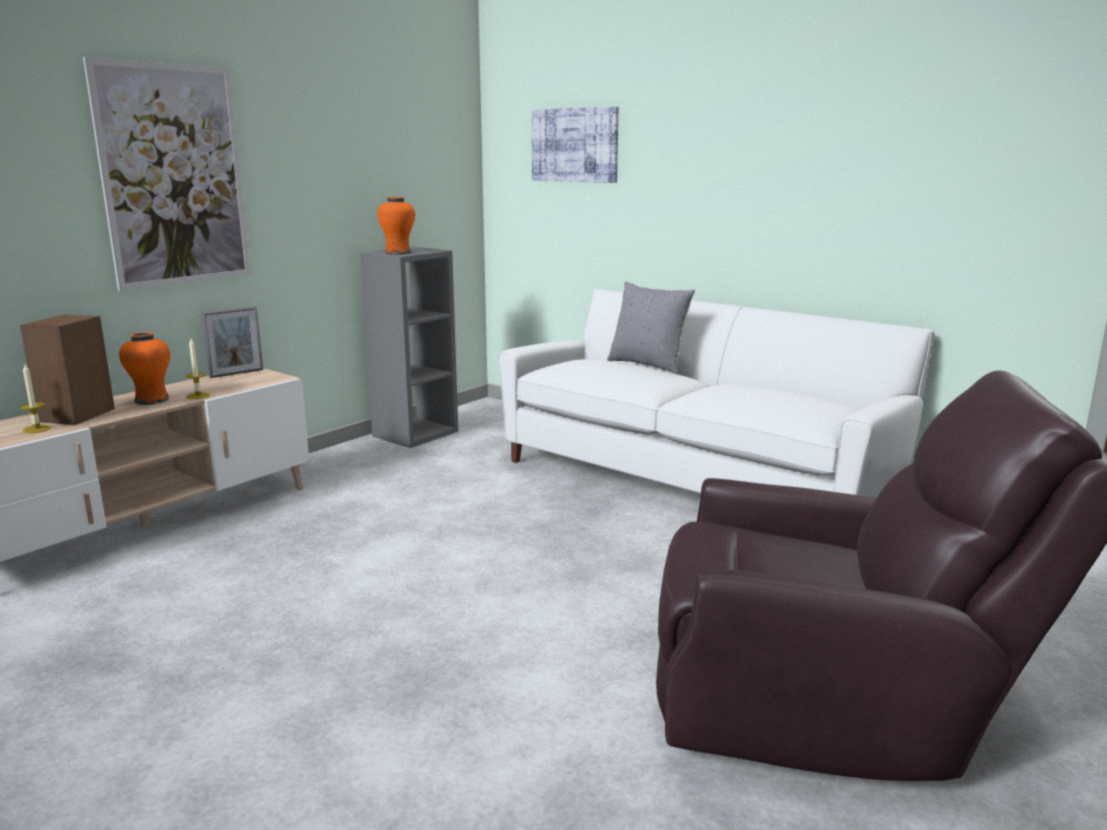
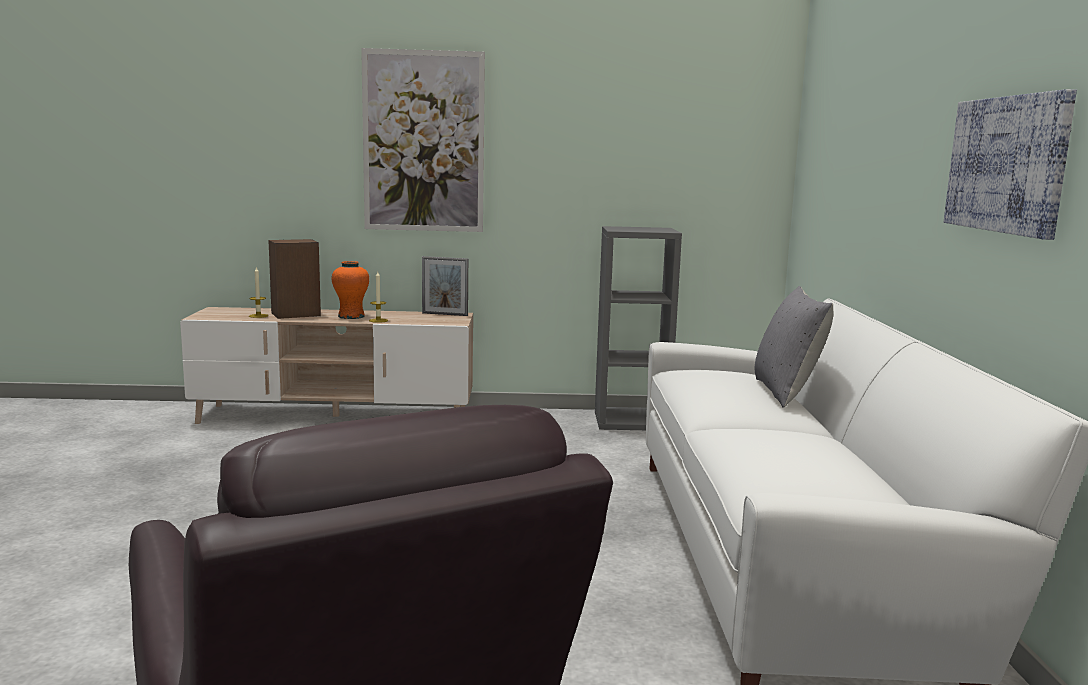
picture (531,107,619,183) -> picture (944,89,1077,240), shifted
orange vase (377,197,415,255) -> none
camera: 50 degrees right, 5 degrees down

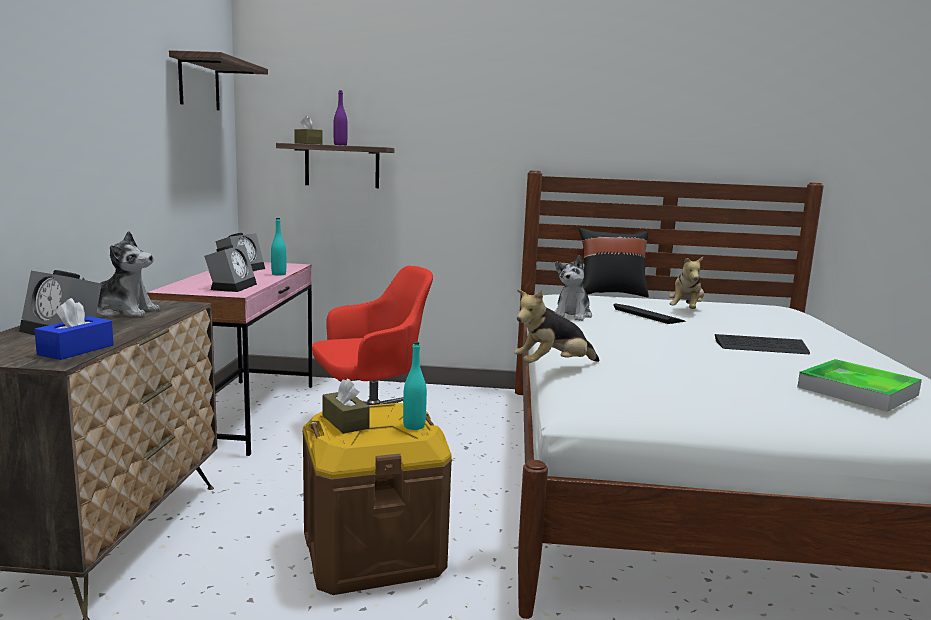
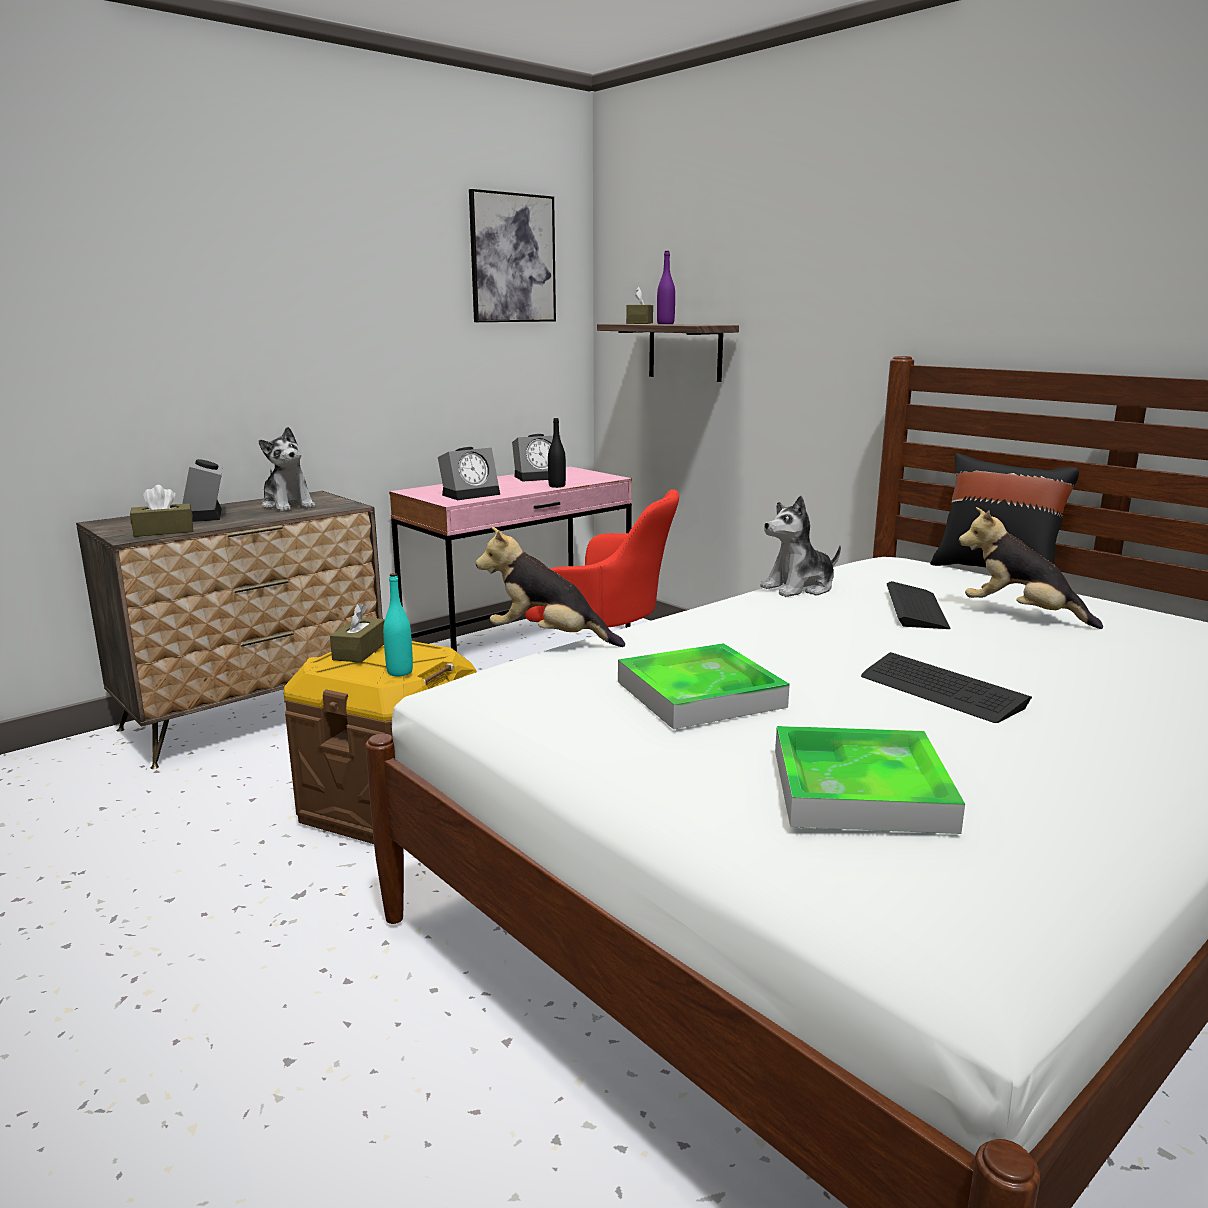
shelf (169,50,268,110) -> picture (469,189,556,322)
turquoise bottle (271,218,286,276) -> black bottle (548,418,566,488)
plush toy (669,257,704,309) -> plush toy (959,507,1103,629), 60 degrees clockwise
blue tissue box (34,298,114,360) -> brown tissue box (130,485,193,537)
none -> tray (618,643,790,729)
camera: 45 degrees right, 5 degrees up

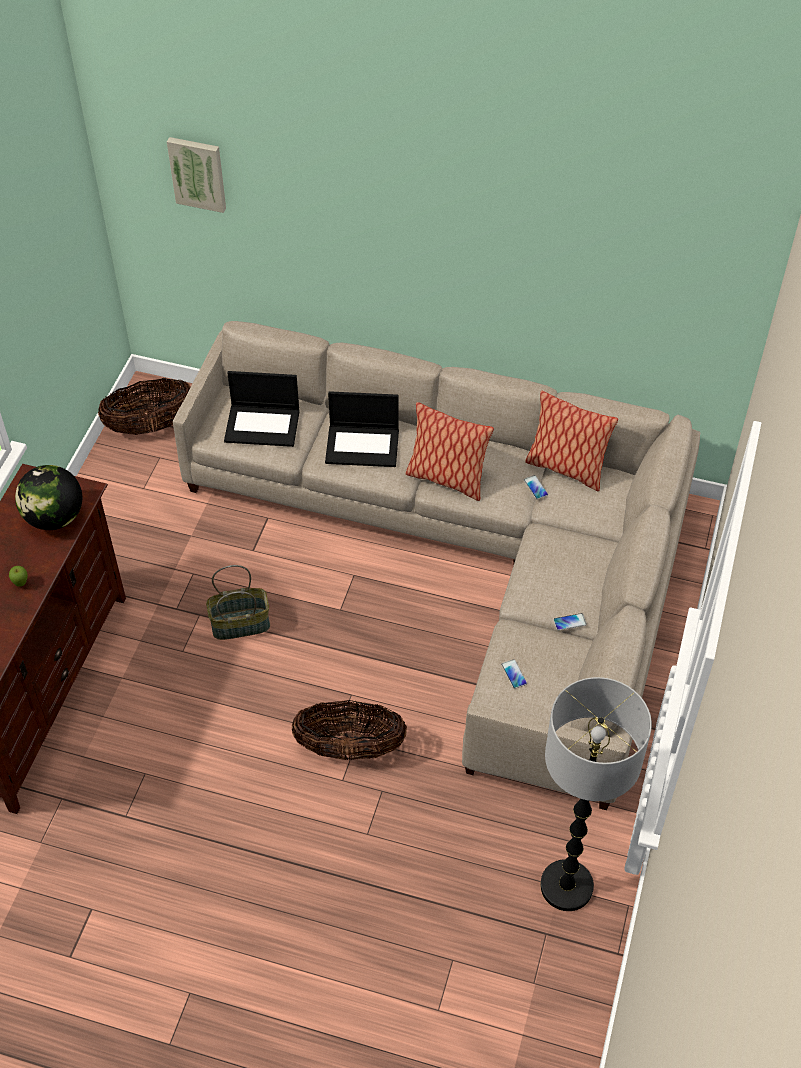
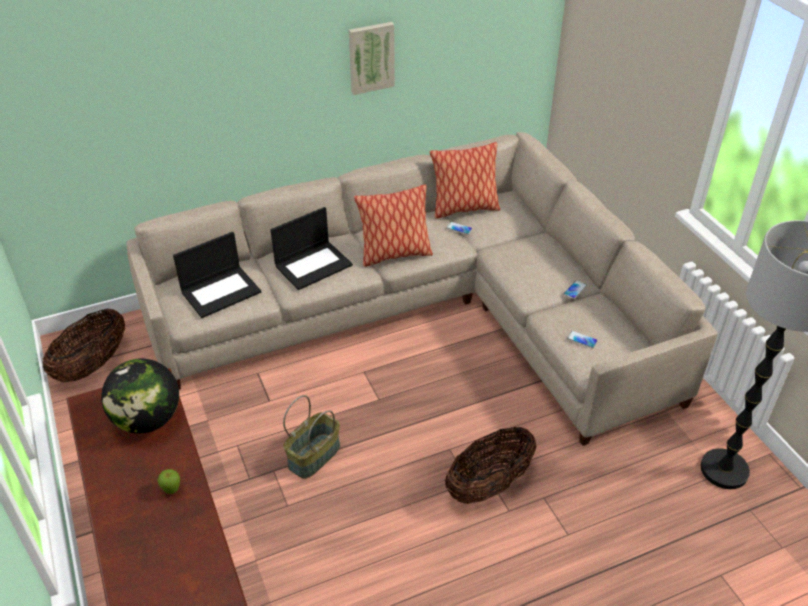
picture (167,137,226,213) -> picture (349,22,395,95), shifted
camera: 40 degrees left, 10 degrees down

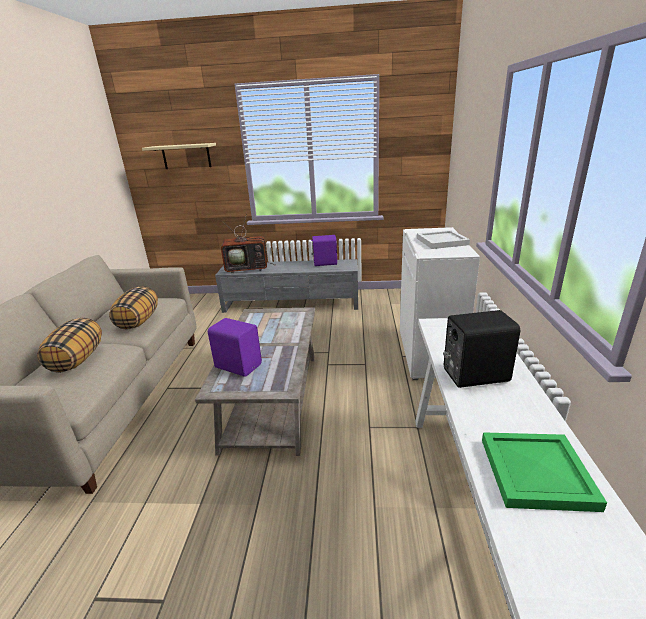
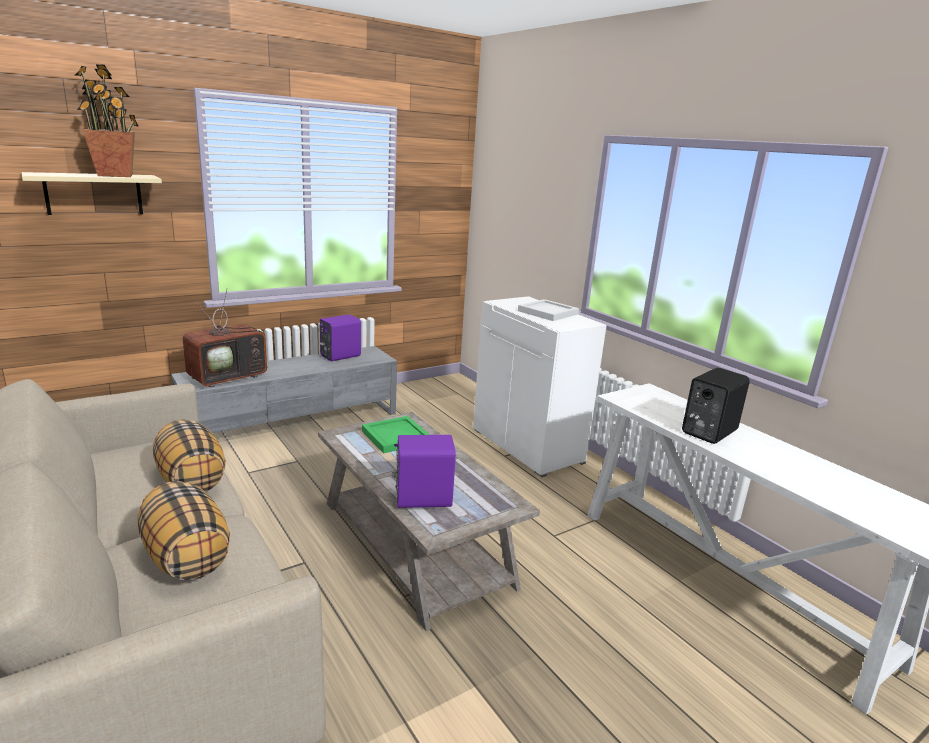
green tray (482,432,607,512) -> green tray (362,416,430,453), shifted
none -> potted plant (75,65,139,177)
camera: 40 degrees left, 5 degrees down

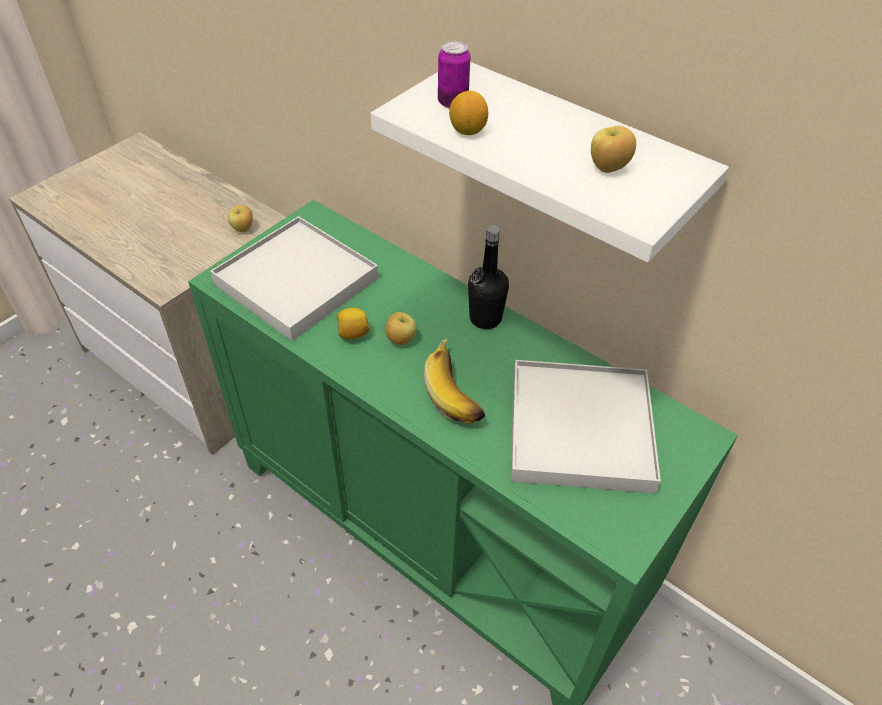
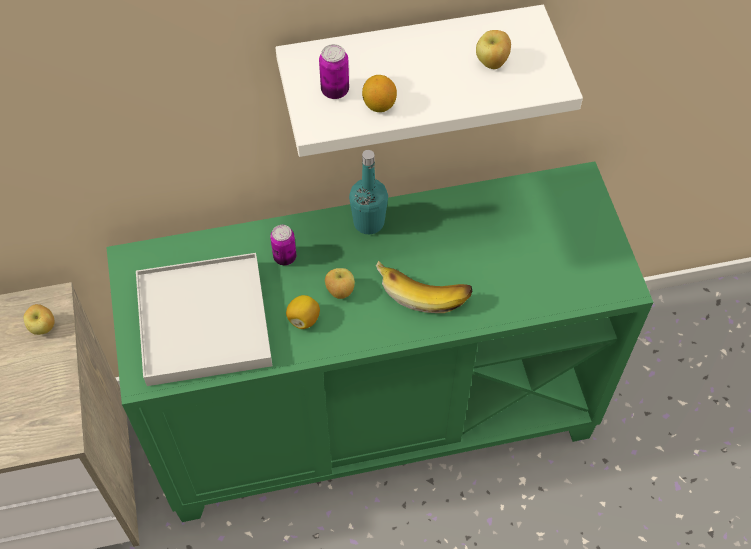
black bottle (468,225,509,329) -> turquoise bottle (349,150,388,234)
white tray (511,360,661,493) -> none
none -> can (270,225,297,265)
camera: 50 degrees left, 10 degrees up

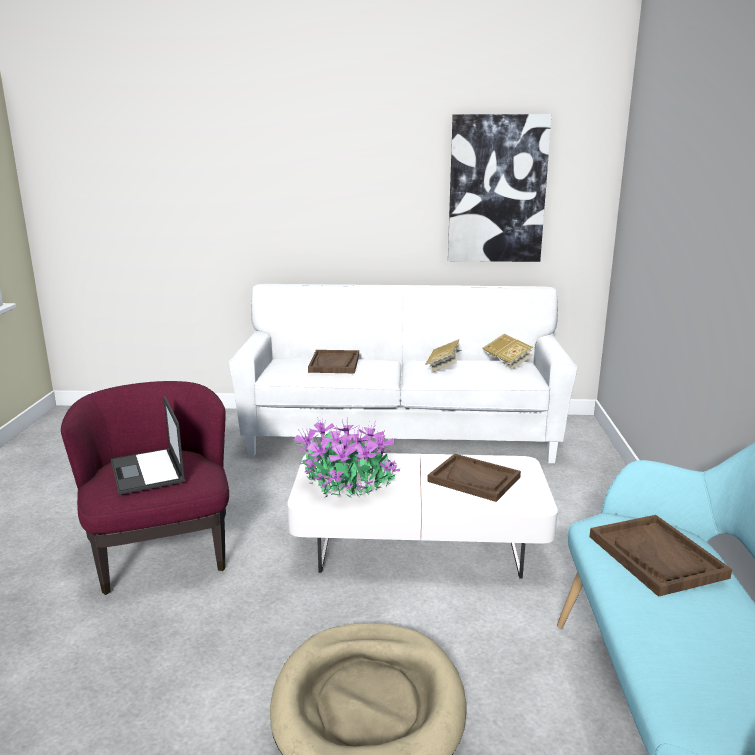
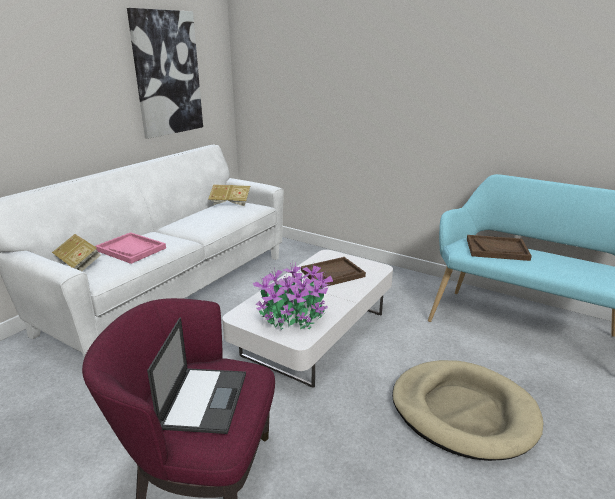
book (425,339,462,373) -> book (52,234,101,271), shifted
brown tray (308,350,359,373) -> pink tray (95,232,166,264)
laptop (111,396,185,495) -> laptop (147,317,246,434), 90 degrees counterclockwise
camera: 60 degrees left, 5 degrees up

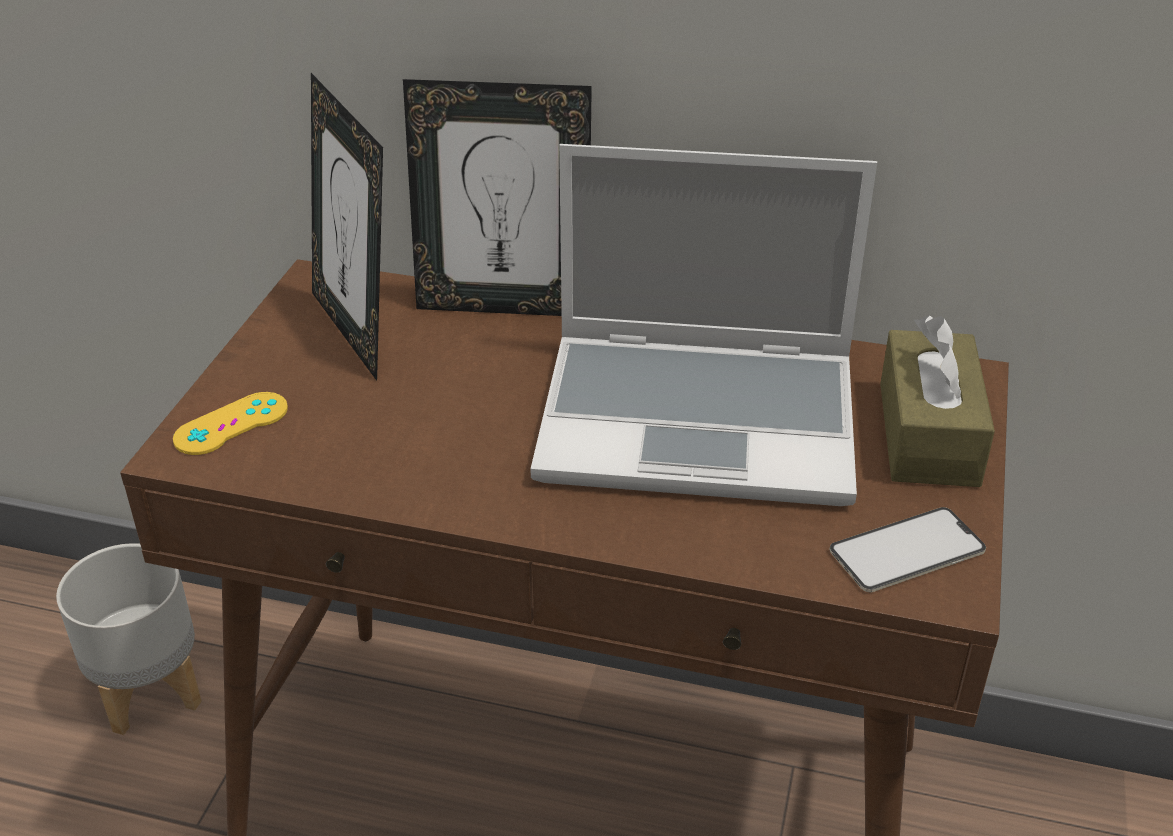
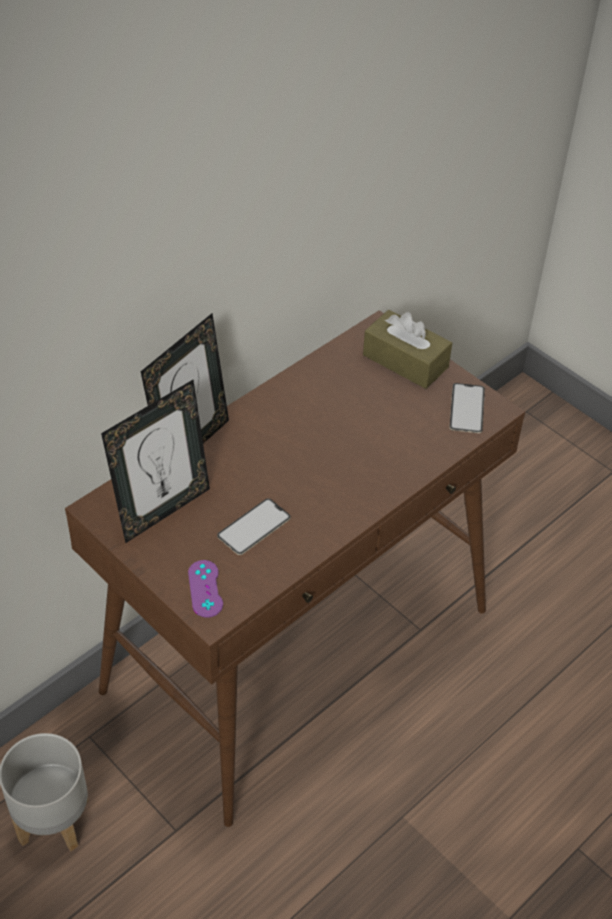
picture frame (311,73,383,381) -> picture frame (101,380,210,543), 45 degrees counterclockwise
laptop (531,144,877,506) -> none
yellow game controller (173,392,288,455) -> purple game controller (188,560,223,618)
none -> phone (217,498,291,555)
camera: 60 degrees left, 10 degrees up

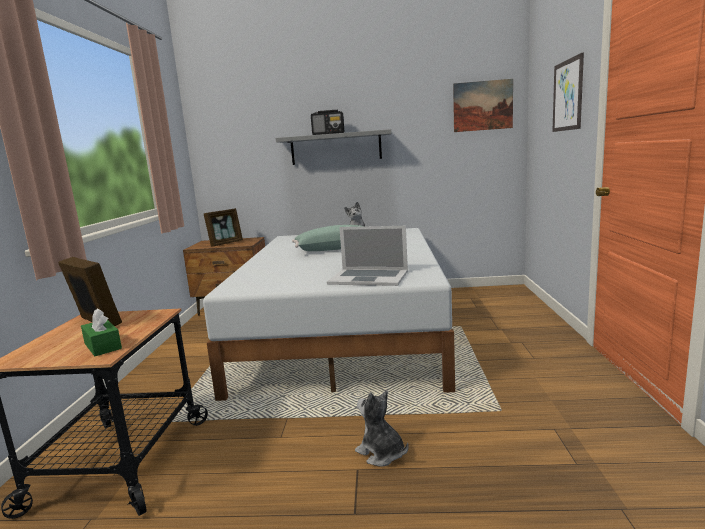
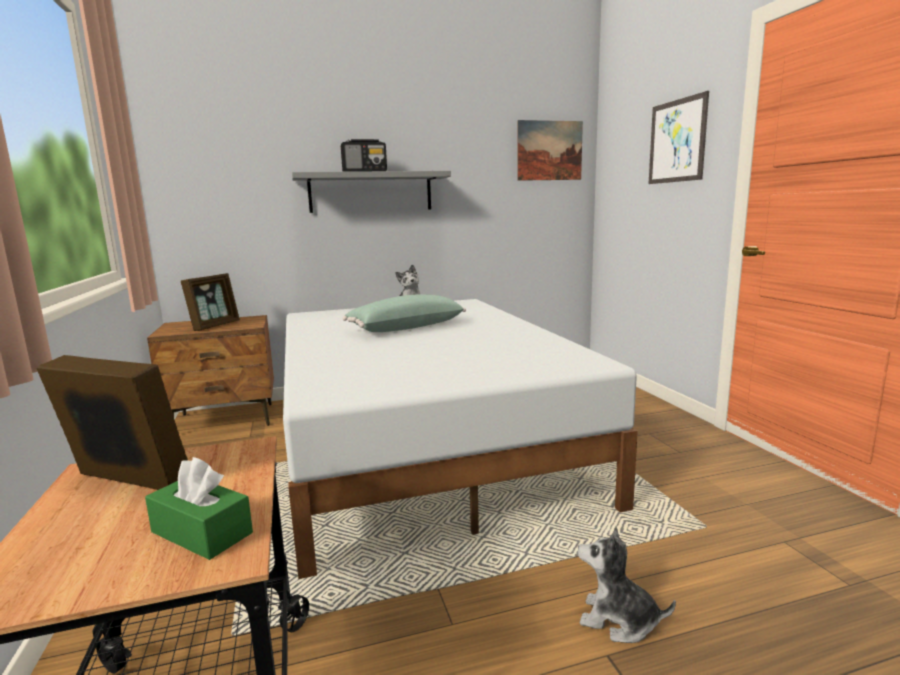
laptop (327,226,408,286) -> none
camera: 20 degrees left, 0 degrees up

